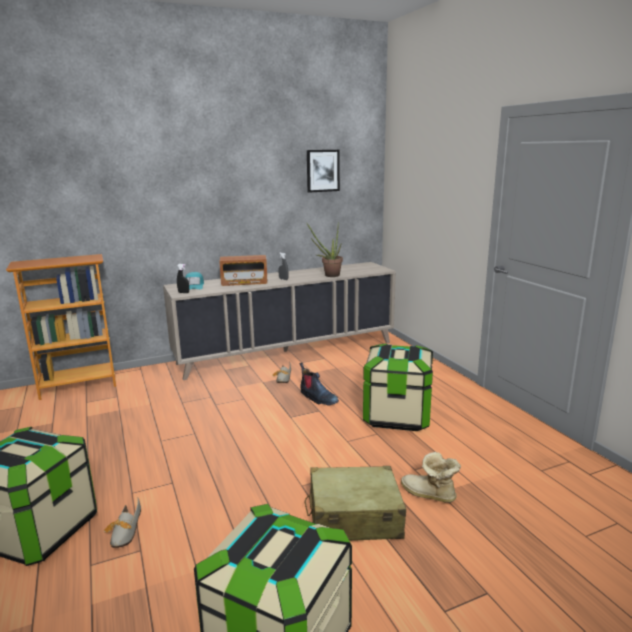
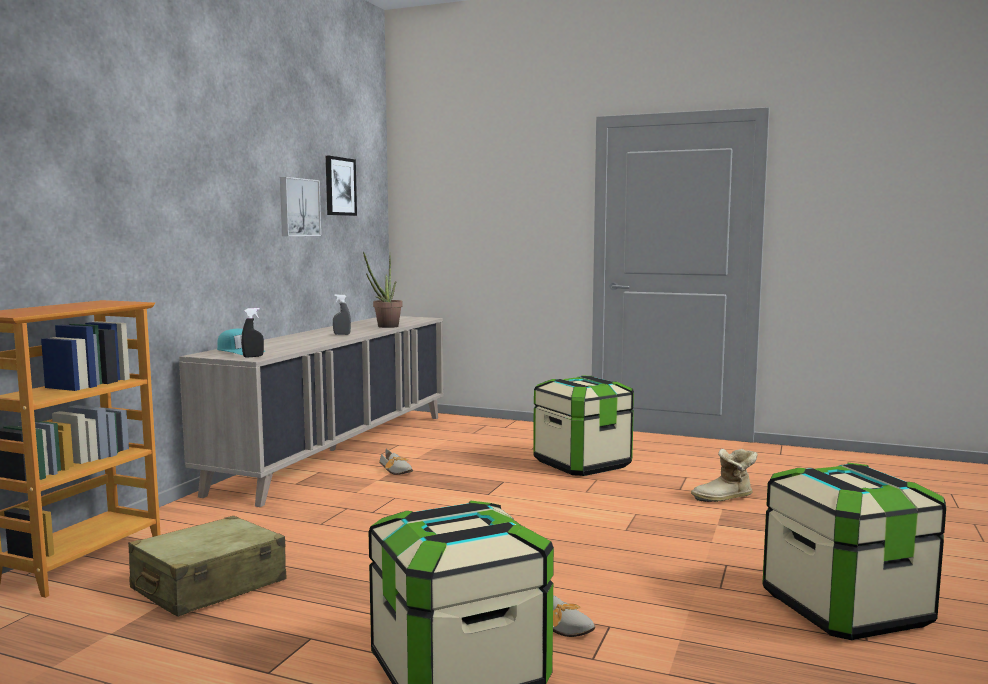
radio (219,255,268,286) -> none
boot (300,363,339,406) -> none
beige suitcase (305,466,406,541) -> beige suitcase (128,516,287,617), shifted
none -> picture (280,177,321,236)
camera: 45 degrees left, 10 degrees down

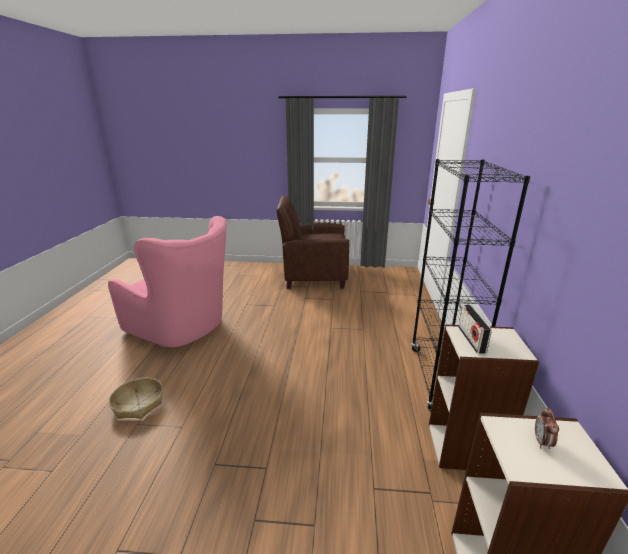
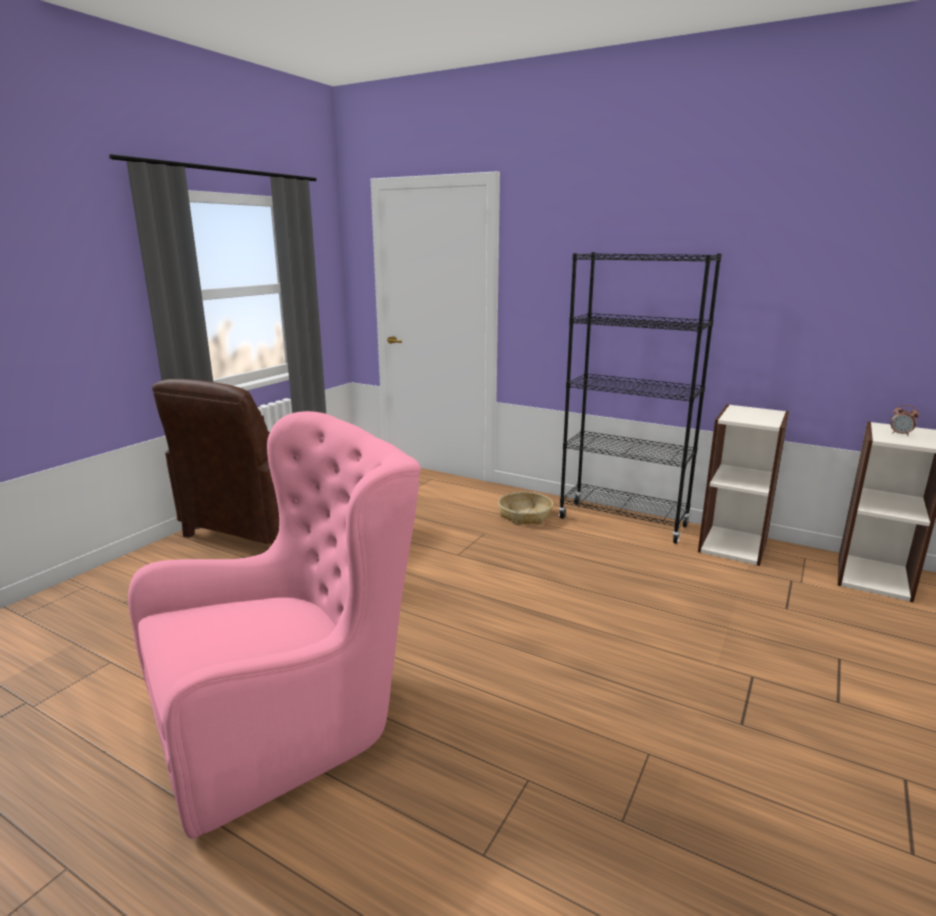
radio (458,305,492,354) -> none
basket (109,378,163,419) -> basket (498,492,553,525), shifted
camera: 65 degrees left, 5 degrees down

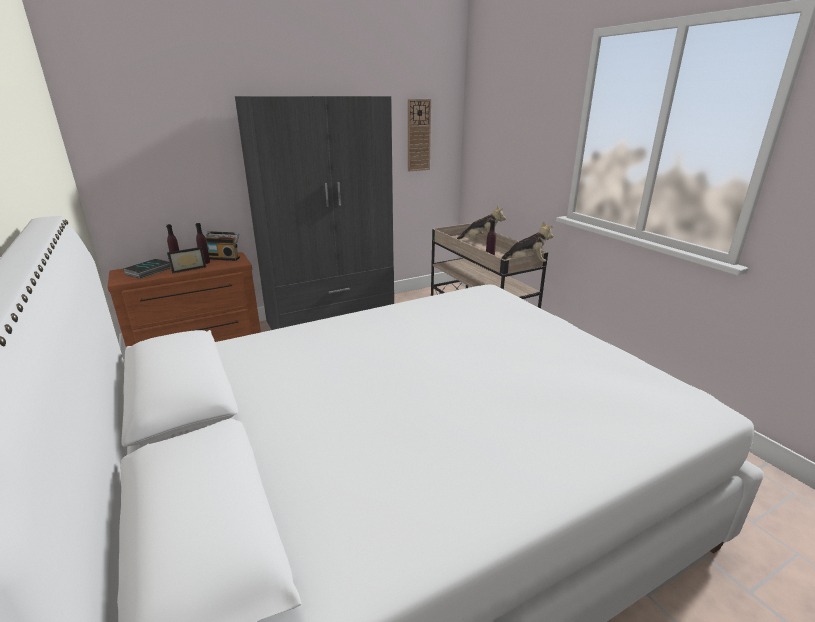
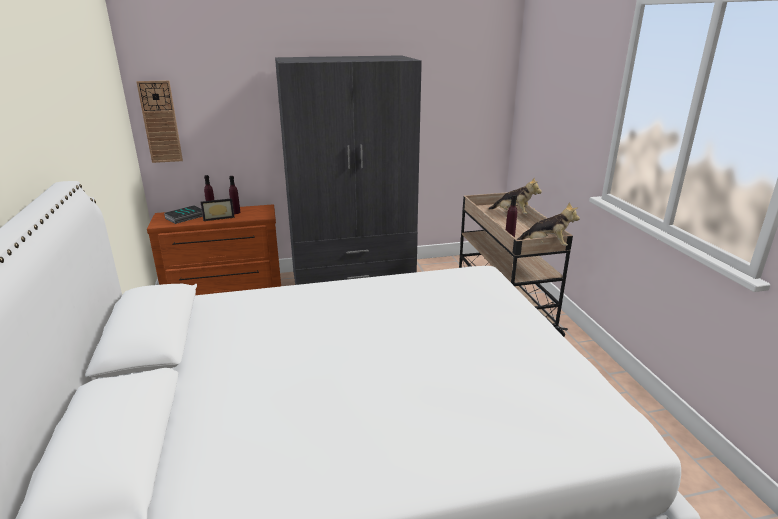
wall clock (408,99,431,171) -> wall clock (136,80,183,163), shifted
radio (205,231,240,261) -> none
camera: 15 degrees right, 0 degrees up

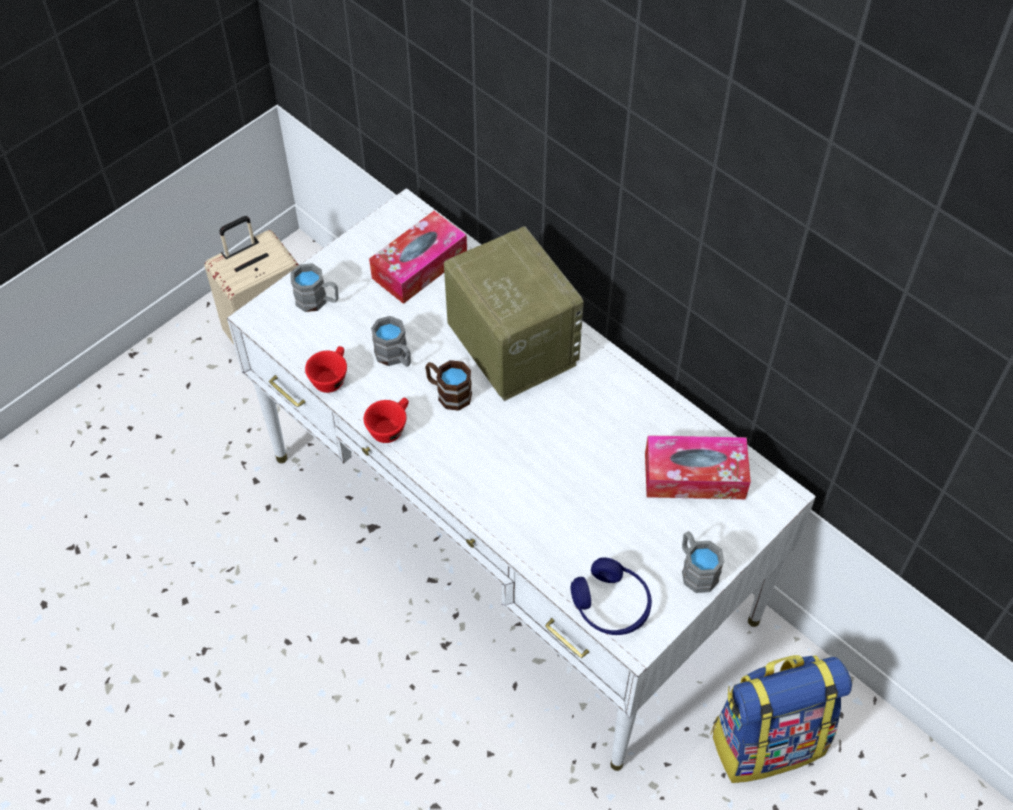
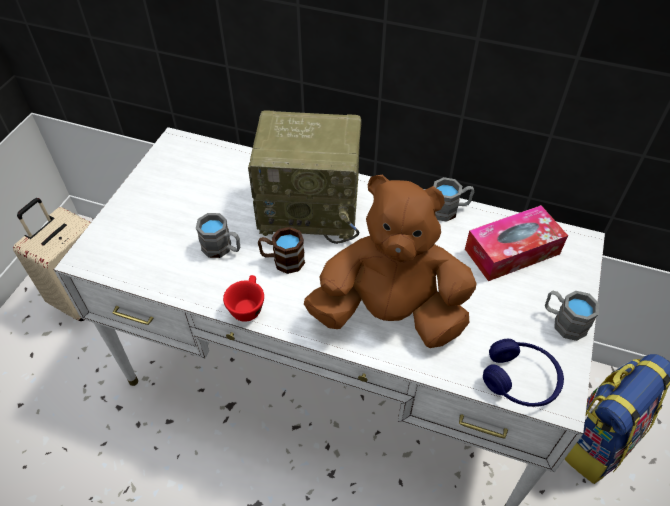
tissue box (369,211,467,304) -> none
radio (444,226,584,401) -> radio (248,110,361,244), 150 degrees clockwise
grey mug (291,263,339,312) -> grey mug (434,177,474,222), shifted
red cup (305,346,347,393) -> none
none -> brown plush toy (304,175,477,348)
camera: 25 degrees left, 5 degrees down

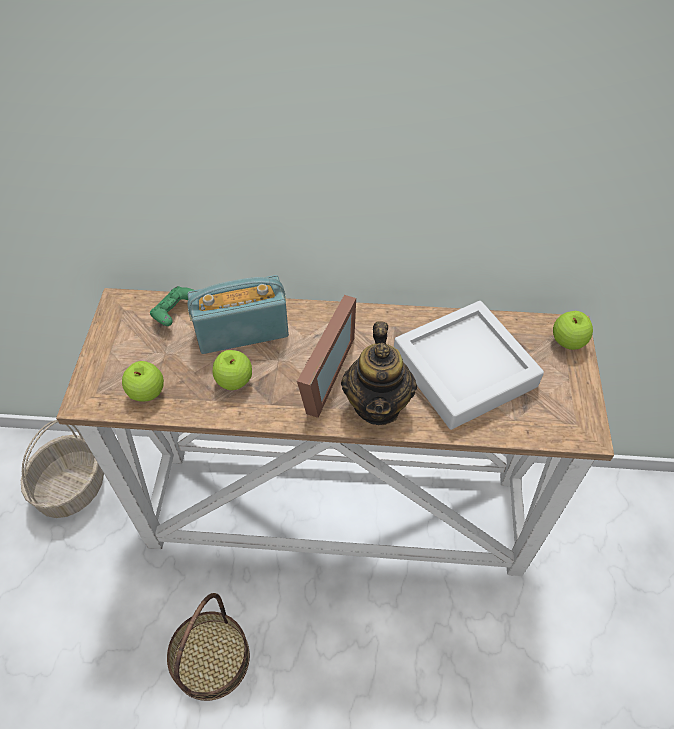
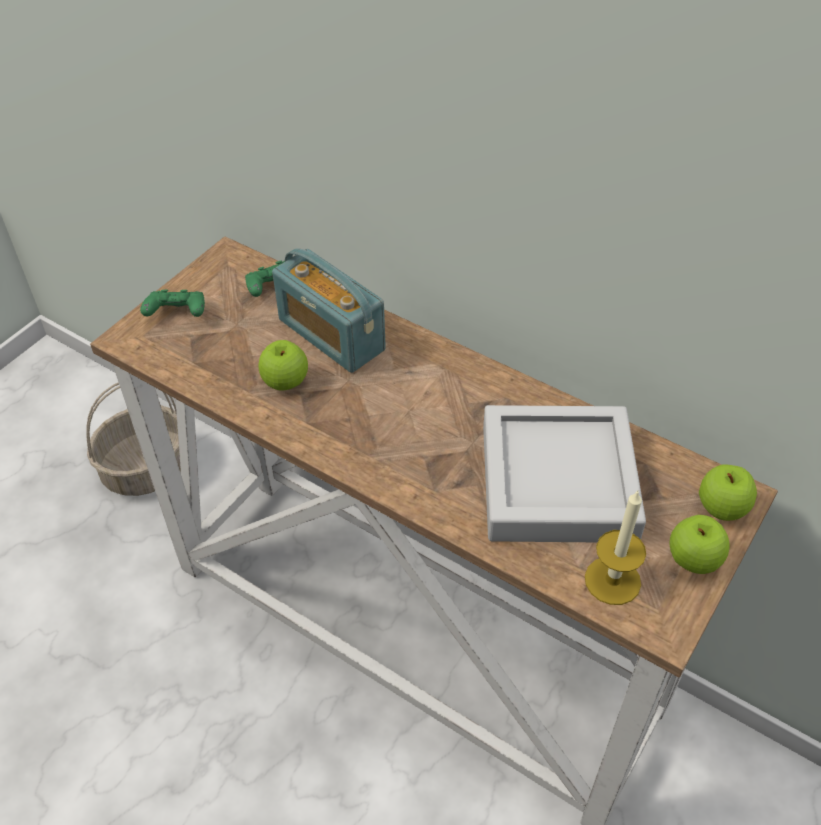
radio (187,275,289,354) -> radio (272,248,386,373), 150 degrees counterclockwise
picture frame (297,295,356,418) -> none
teapot (341,321,417,425) -> none
apple (122,361,164,402) -> apple (669,515,730,574), shifted
basket (167,593,250,701) -> none
none -> green game controller (140,290,205,317)
none -> candle (585,491,646,605)
camera: 30 degrees right, 5 degrees down

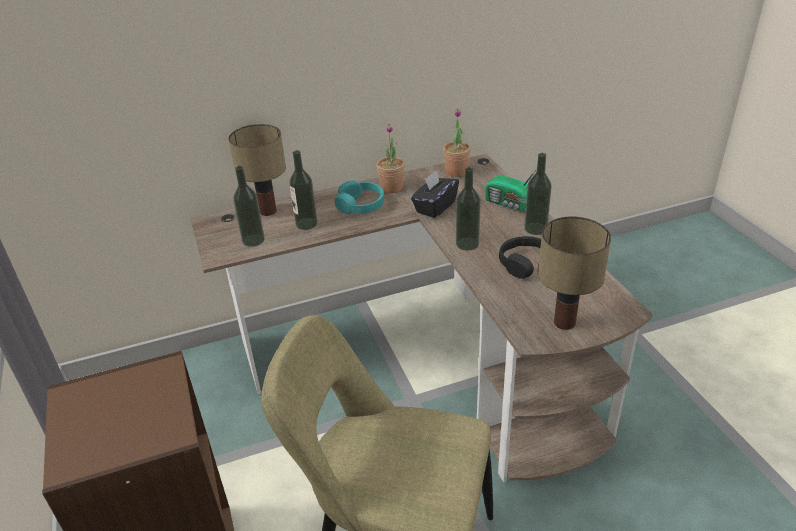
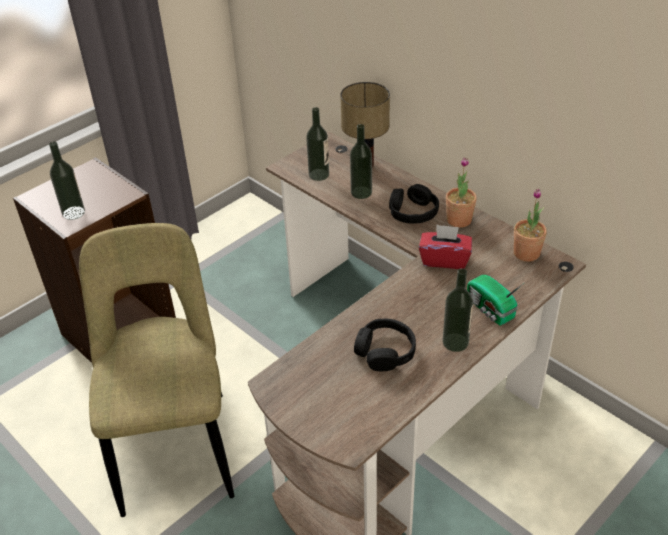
bottle (456,167,481,251) -> bottle (49,142,85,220), shifted
radio (485,169,537,212) -> radio (467,275,525,325), 45 degrees counterclockwise
black tissue box (411,170,459,218) -> red tissue box (419,224,472,269)
turquoise headphones (335,180,384,214) -> black headphones (389,184,439,224)
table lamp (538,216,611,330) -> none
camera: 65 degrees right, 5 degrees up

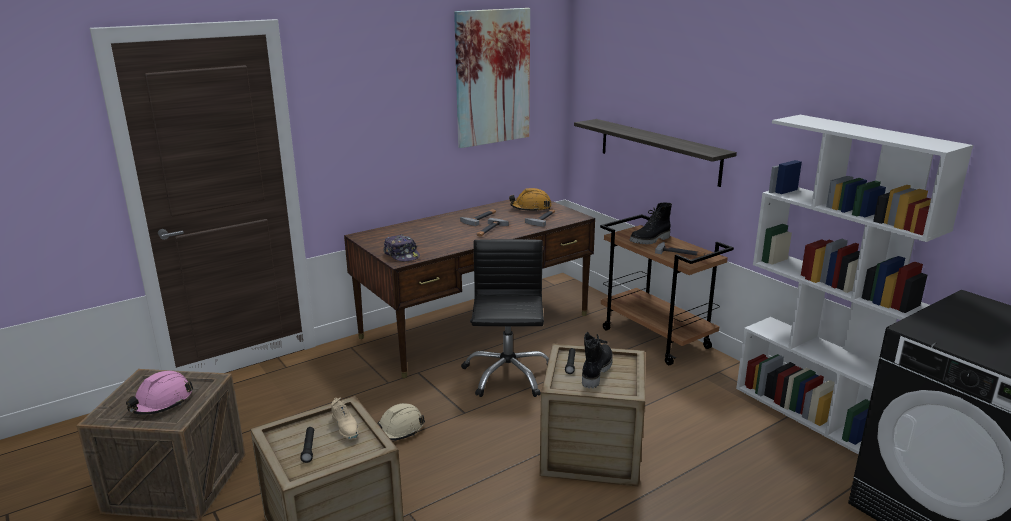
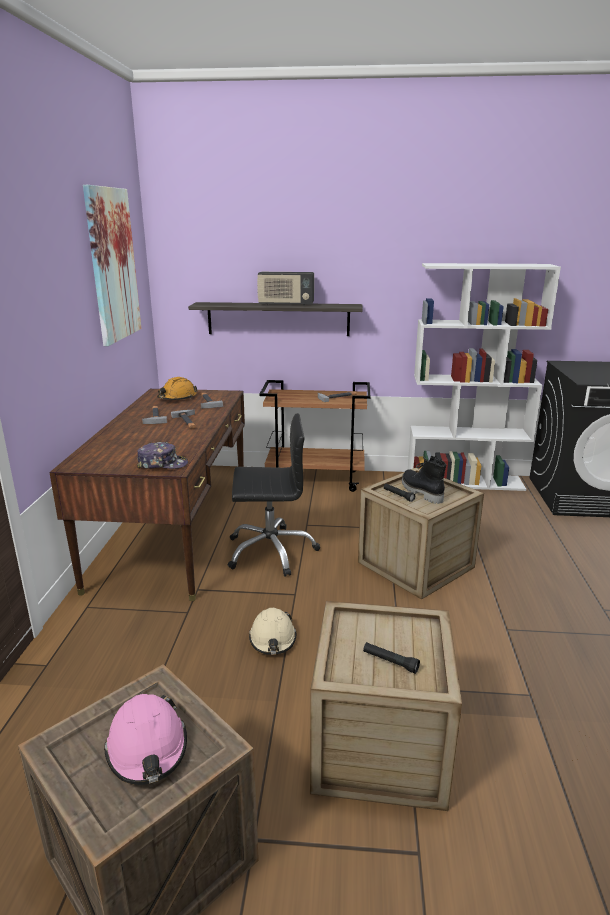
black boot (629,203,672,245) -> none
black office chair (461,239,549,397) -> black office chair (228,413,320,576), 135 degrees clockwise
beige shoe (331,397,359,440) -> none
none -> radio (257,272,314,306)
camera: 50 degrees left, 0 degrees up

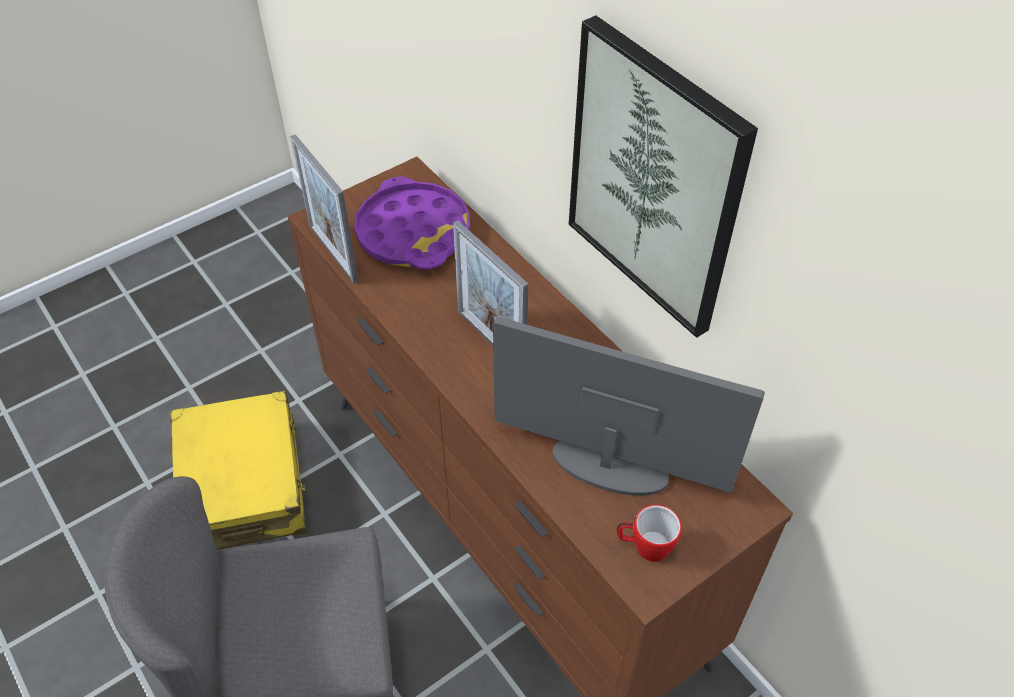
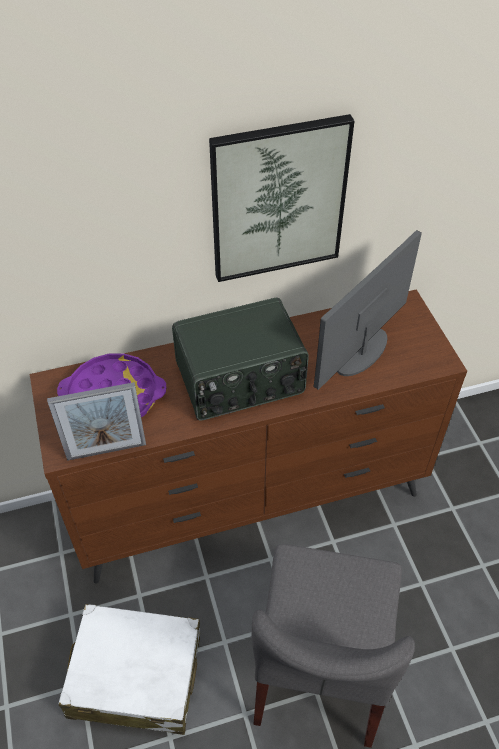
picture frame (453,220,528,346) -> radio (172,298,309,421)
yellow suitcase (170,391,307,550) -> white suitcase (59,604,200,735)
mug (617,505,682,562) -> none
camera: 70 degrees left, 0 degrees up

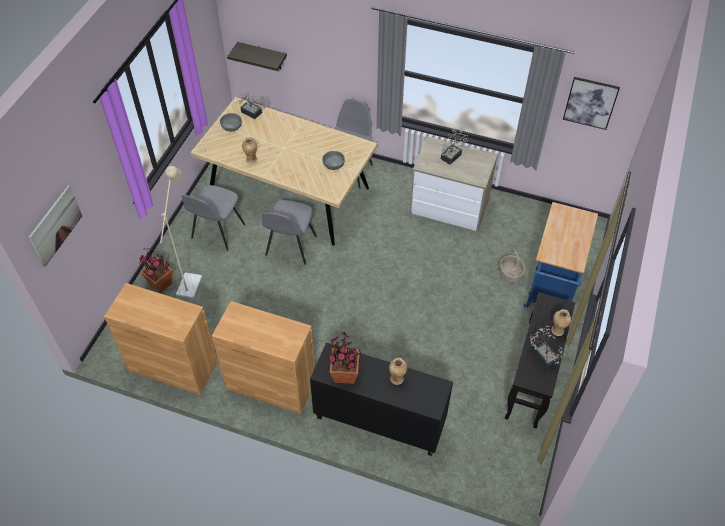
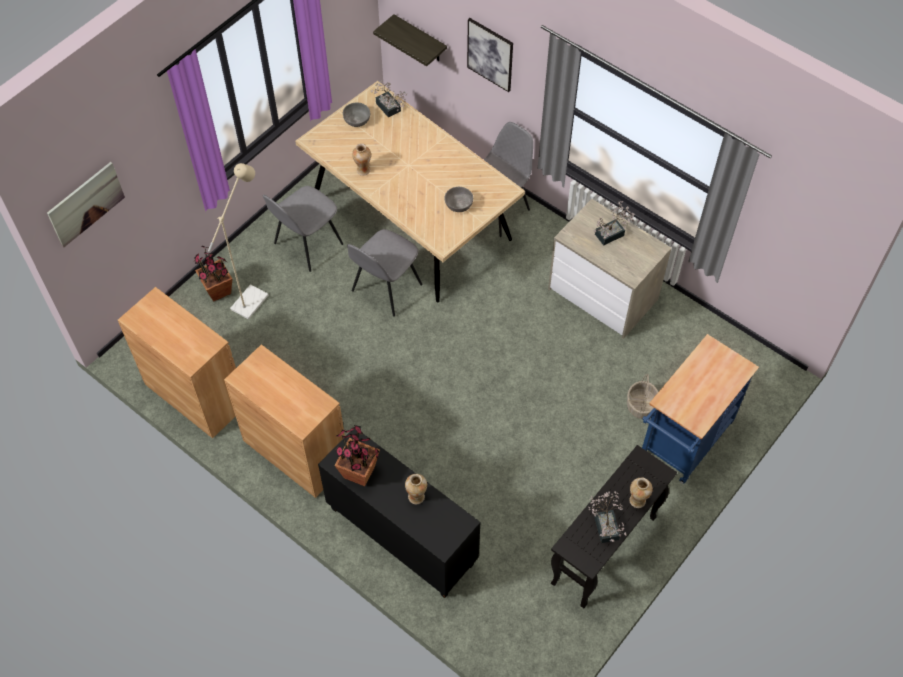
picture (563,77,620,130) -> picture (467,18,513,92), shifted
camera: 20 degrees right, 5 degrees up

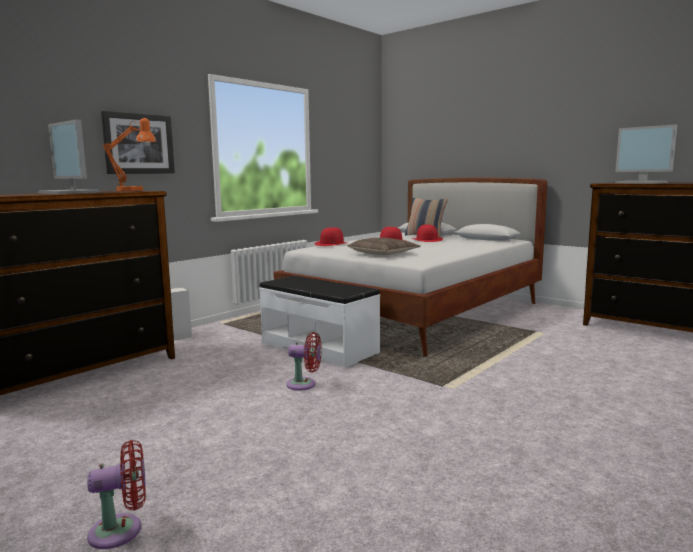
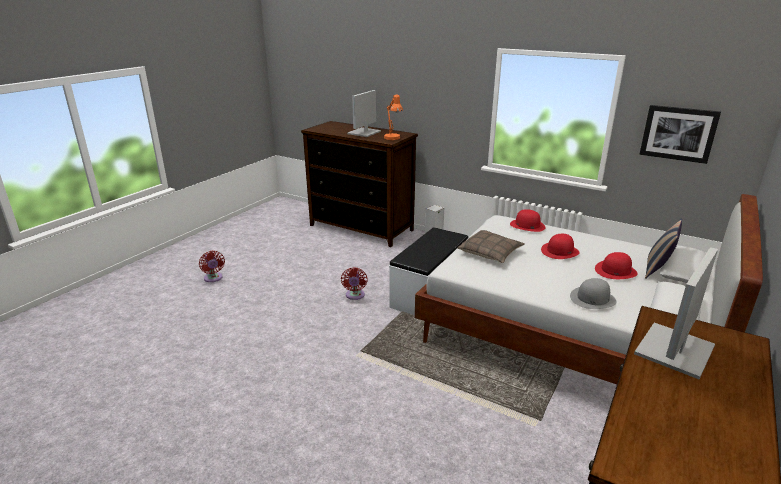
picture (101,111,175,174) -> picture (639,105,721,164), shifted
none -> grey hat (570,278,617,309)
camera: 80 degrees right, 15 degrees up

